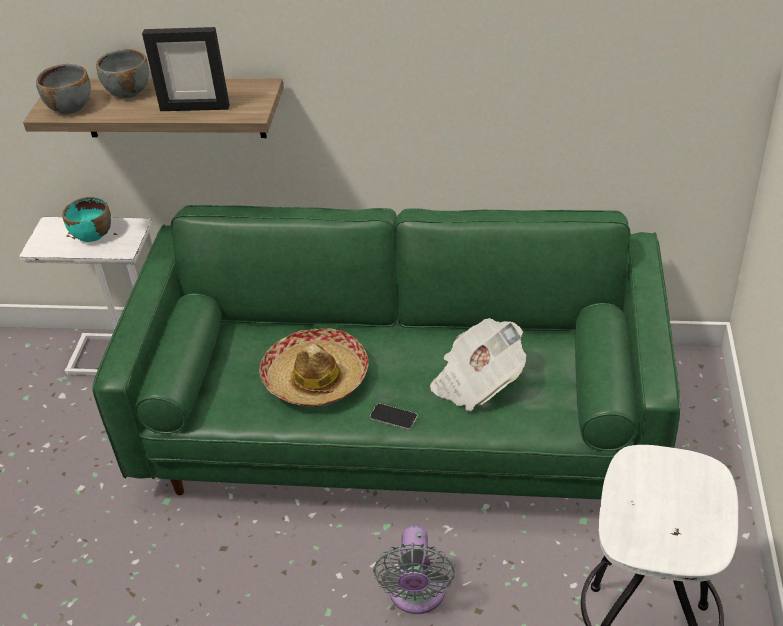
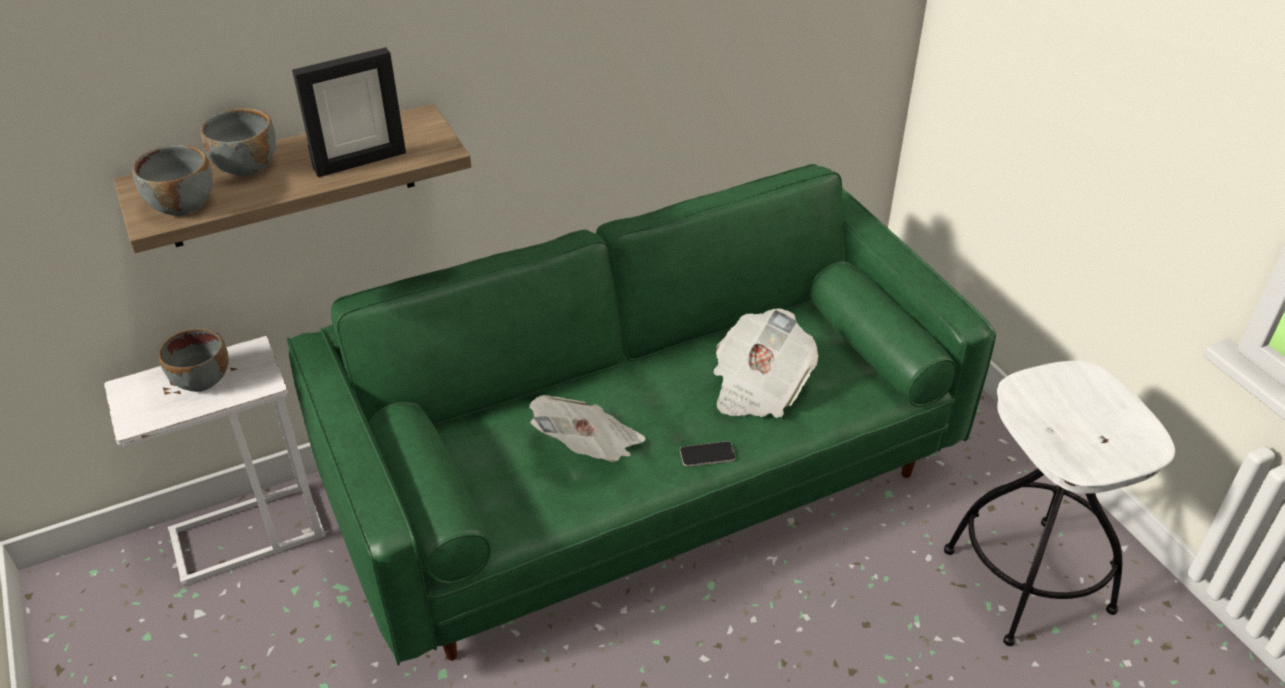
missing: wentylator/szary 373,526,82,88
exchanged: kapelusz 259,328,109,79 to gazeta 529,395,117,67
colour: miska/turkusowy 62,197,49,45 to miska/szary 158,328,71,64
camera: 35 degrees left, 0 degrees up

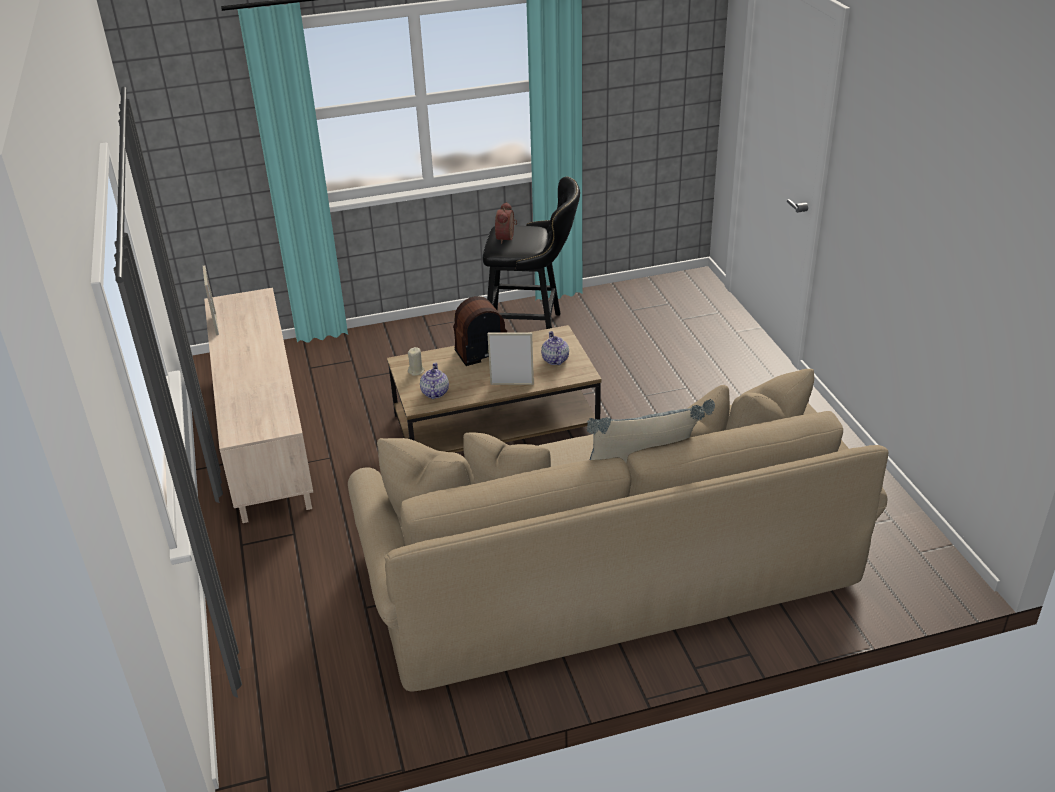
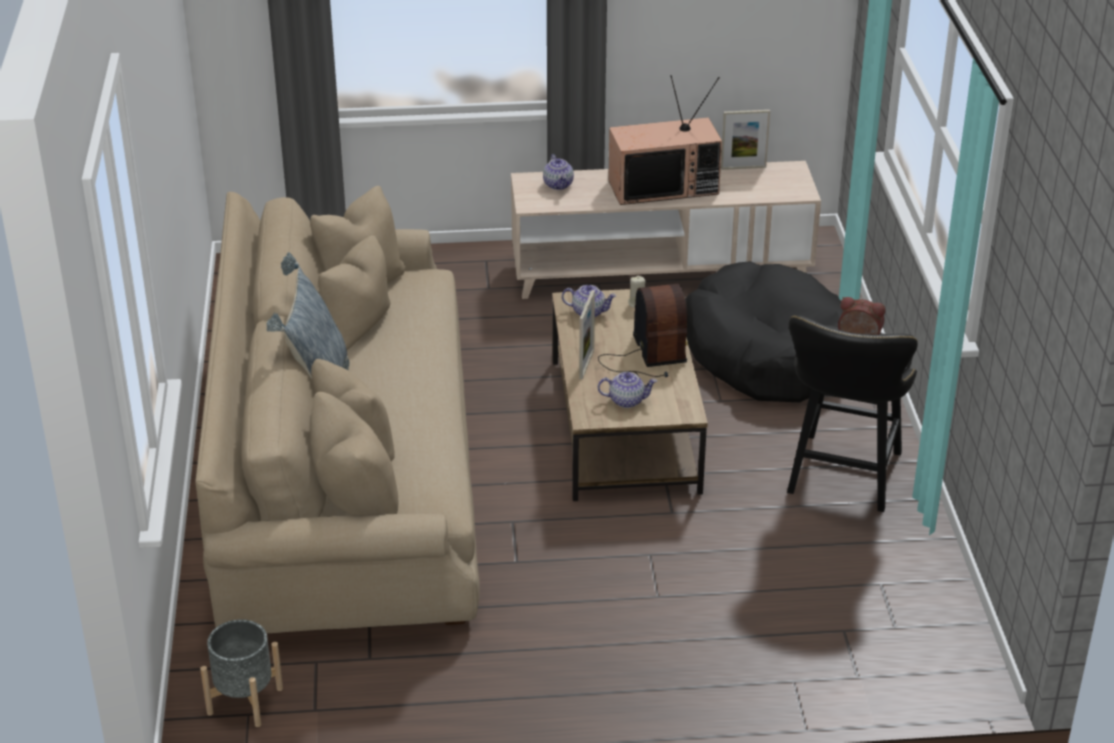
appeared: donica/szary 200,620,83,107; imbryk 543,154,31,36; telewizor 608,75,114,130; legowisko/czarny 686,261,157,141
camera: 100 degrees right, 0 degrees up

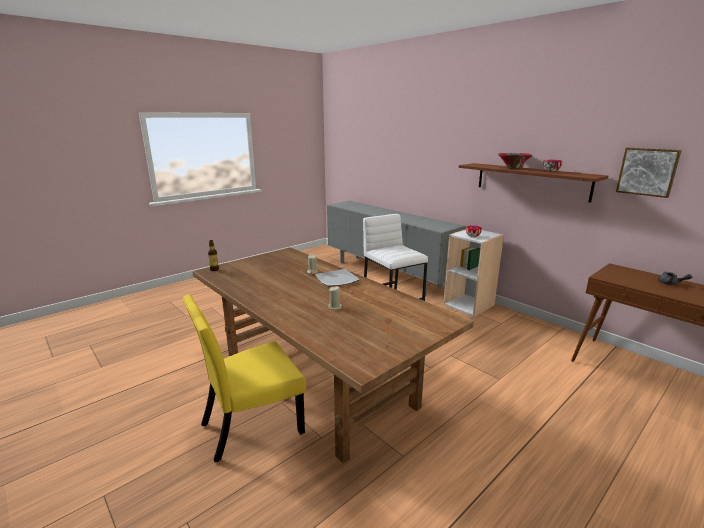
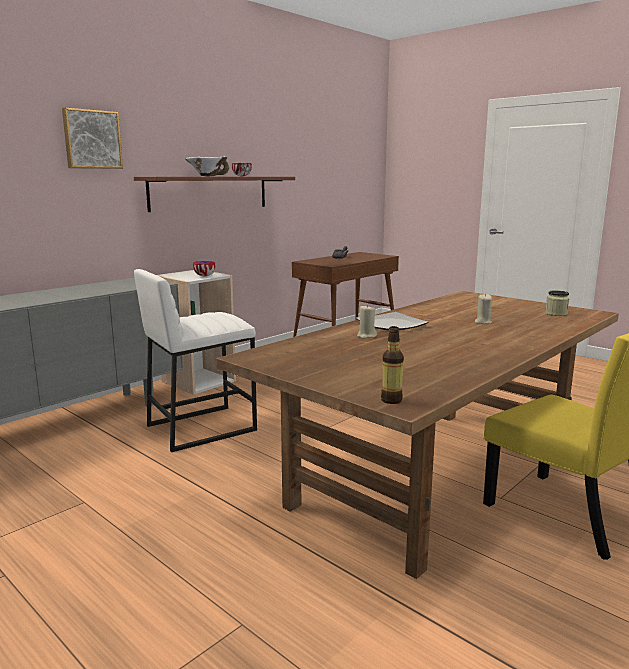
appeared: słoik 545,290,24,26
relocated: obraz 616,148,66,50 to 62,107,61,62
colour: miska/czerwony 498,153,34,16 to miska/biały 185,156,44,20
camera: 95 degrees left, 5 degrees down

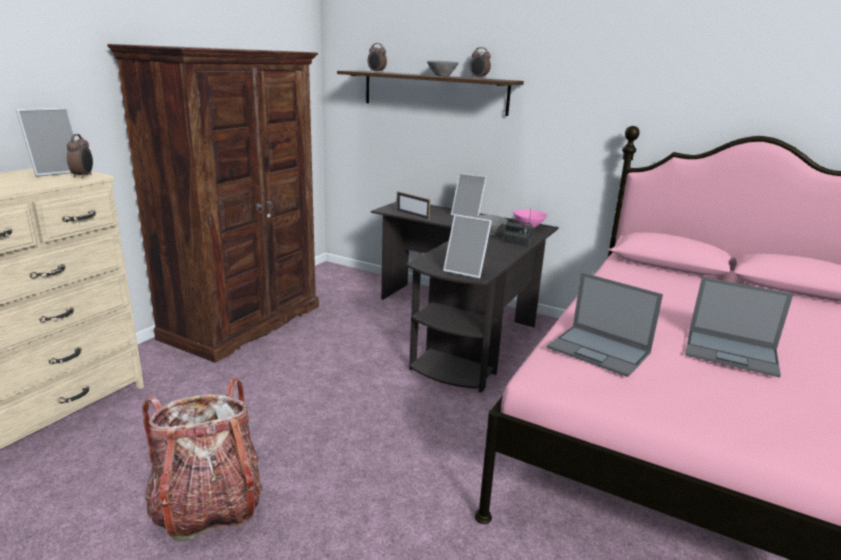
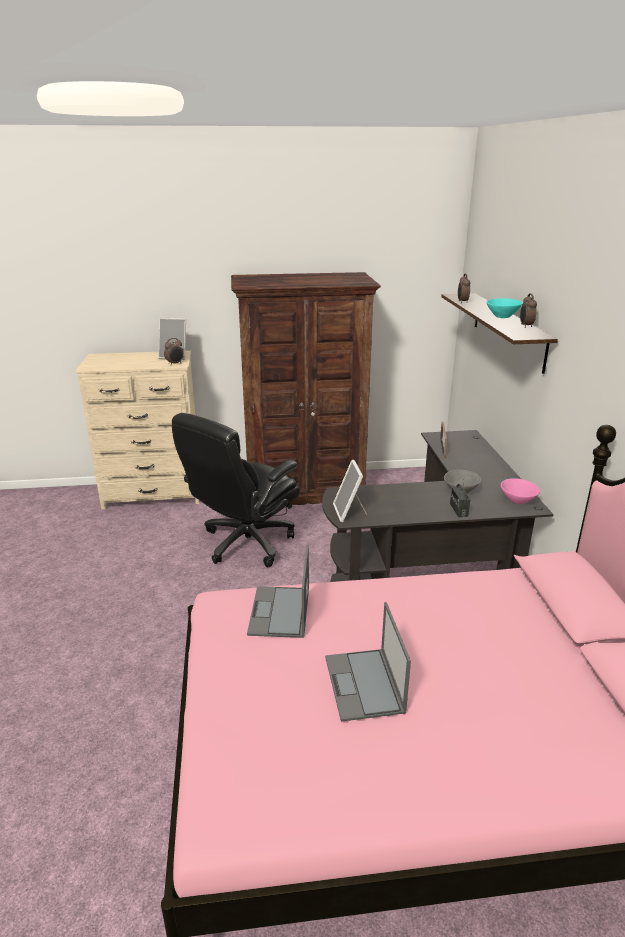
missing: plecak 142,378,121,164; ramka na zdjęcie 451,173,36,44
appeared: krzesło biurowe/czarny 172,413,128,154
colour: miska/szary 427,61,32,15 to miska/turkusowy 486,298,37,20
camera: 55 degrees right, 5 degrees up

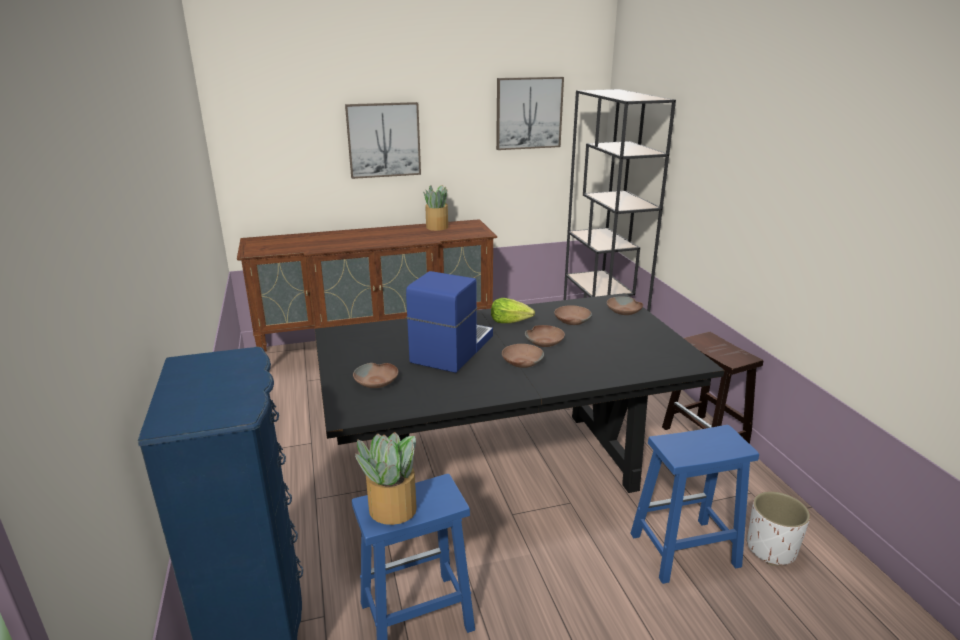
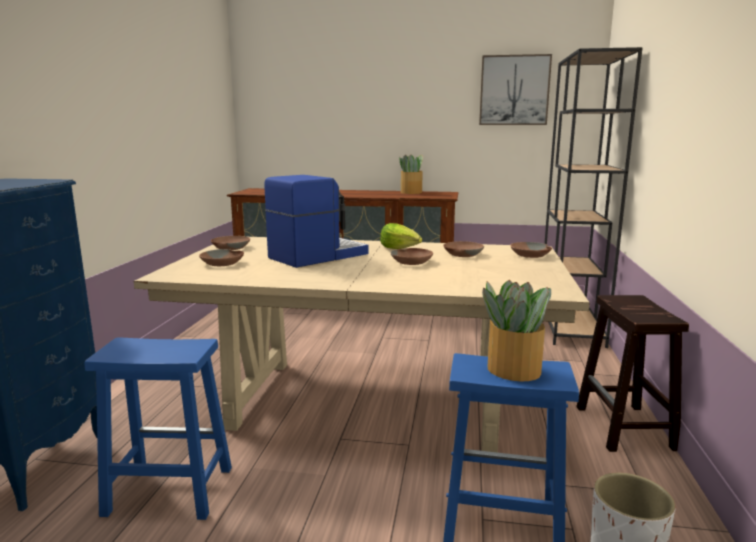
missing: obraz 345,102,76,77
relocated: roślina doniczkowa 355,432,62,93 to 482,280,69,101; miska/brązowy 502,344,42,24 to 211,236,39,14
colour: stół jadalny/czarny 315,293,410,200 to stół jadalny/beżowy 134,237,456,216
camera: 25 degrees right, 10 degrees down

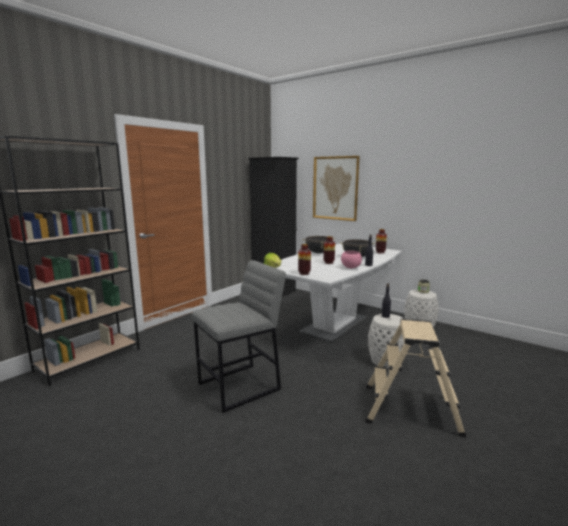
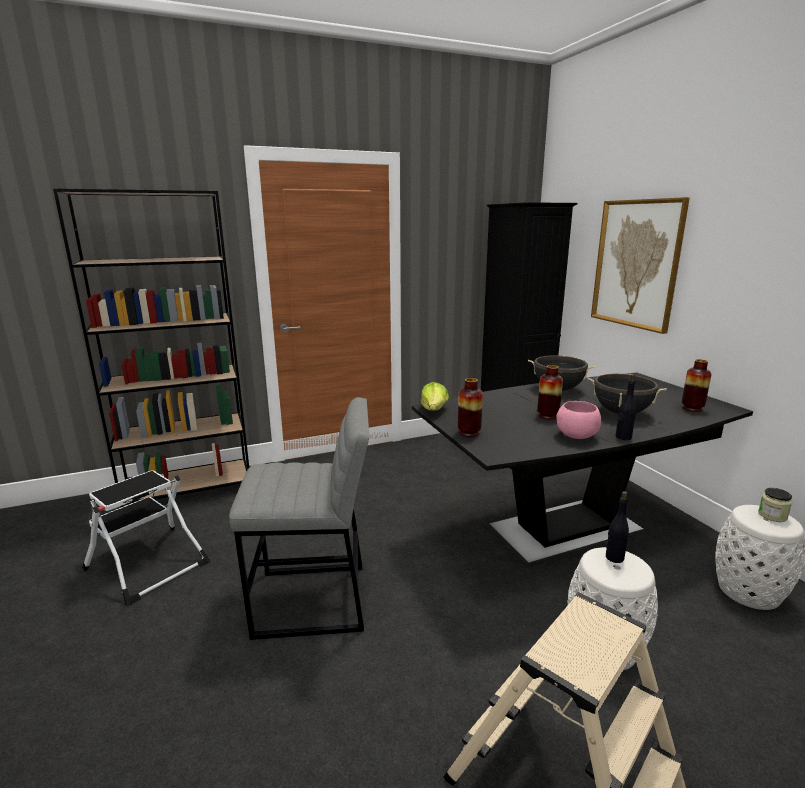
appeared: drabinka 82,470,128,136
colour: stół jadalny/biały 276,243,126,100 to stół jadalny/czarny 412,373,341,193
camera: 30 degrees right, 5 degrees up

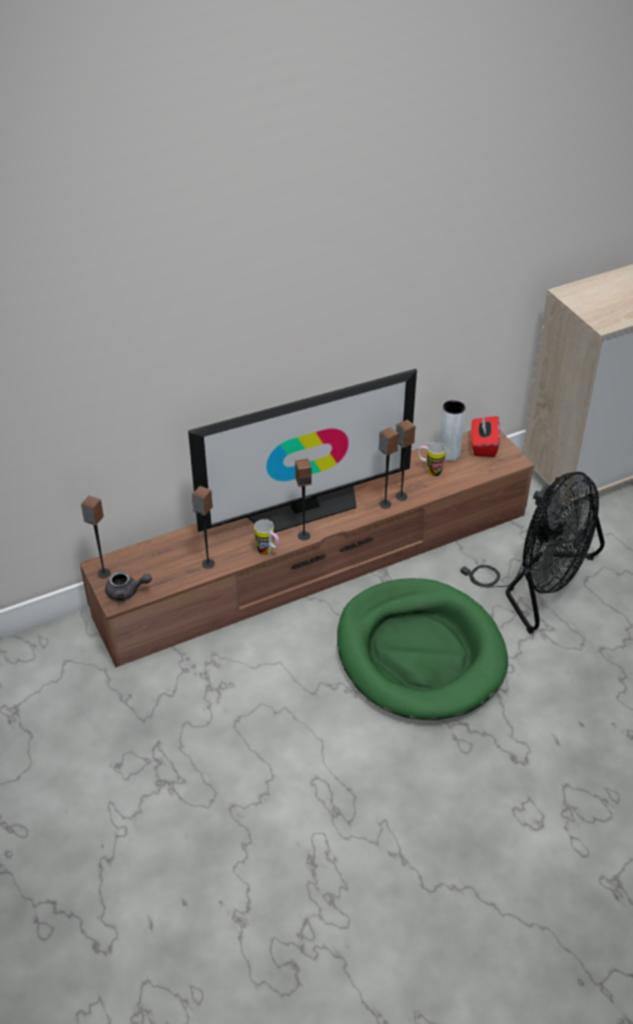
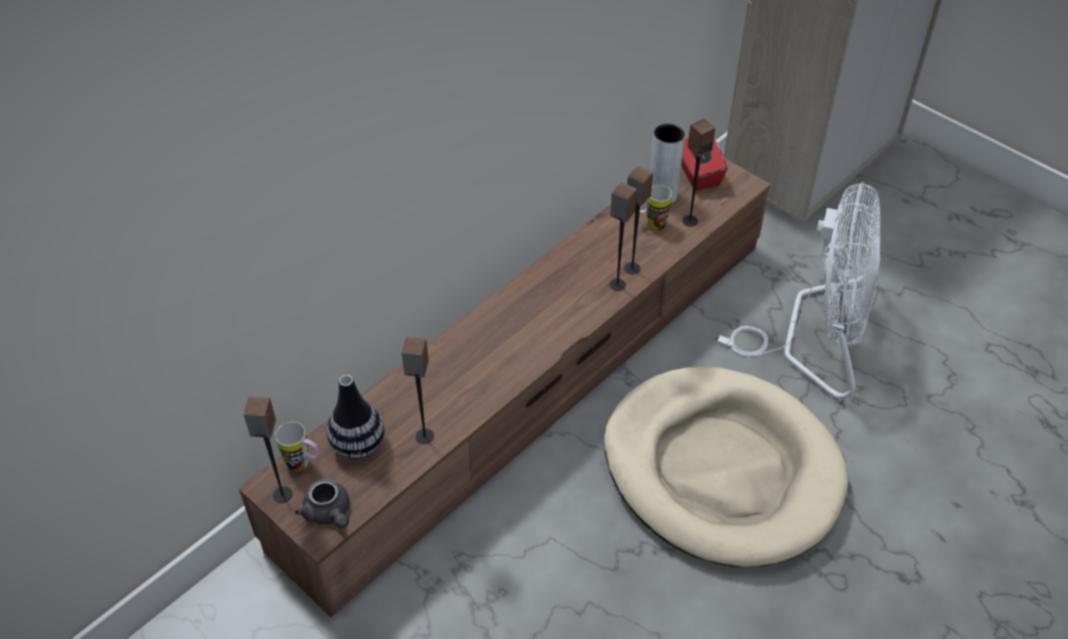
missing: telewizor 188,369,229,164
appeared: wazon 327,375,58,84
relocated: kubek 254,519,25,36 to 275,422,45,50; głośnik 295,458,17,82 to 682,119,33,108
colour: legowisko/zielony 337,578,171,142 to legowisko/beżowy 604,366,244,201; wentylator/czarny 460,472,145,162 to wentylator/biały 715,182,166,221
spun: imbryk/szary 105,571,47,30 = 295,479,55,49 75 degrees clockwise
camera: 20 degrees left, 5 degrees up

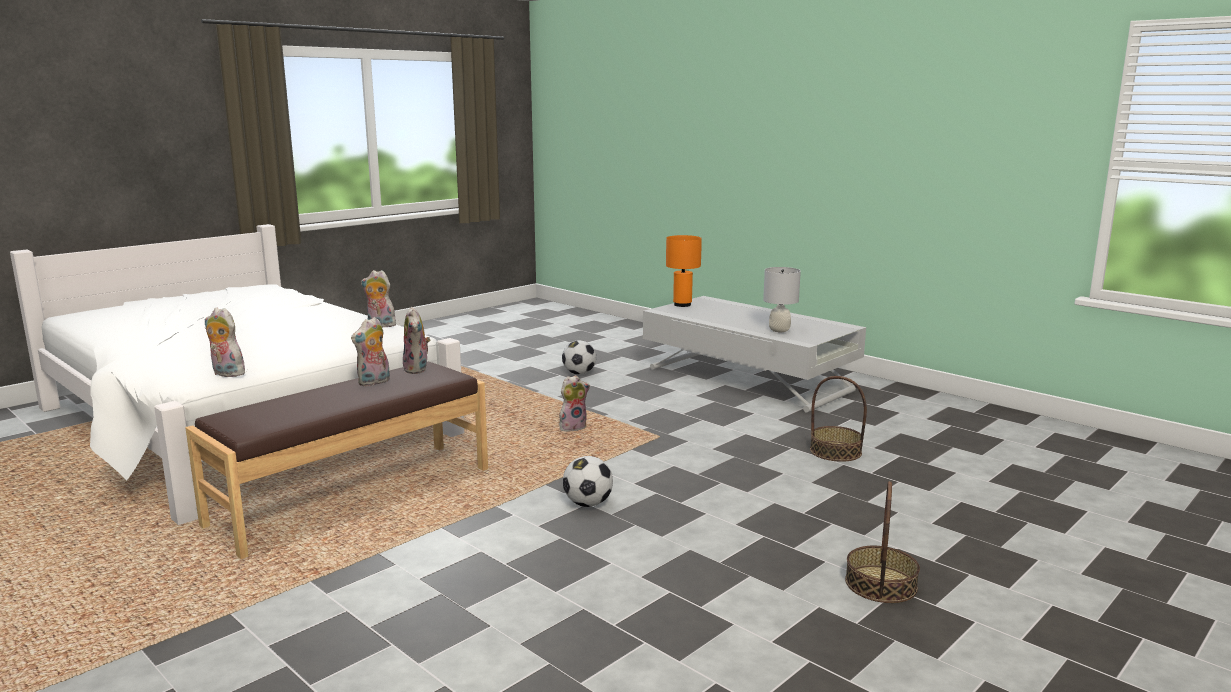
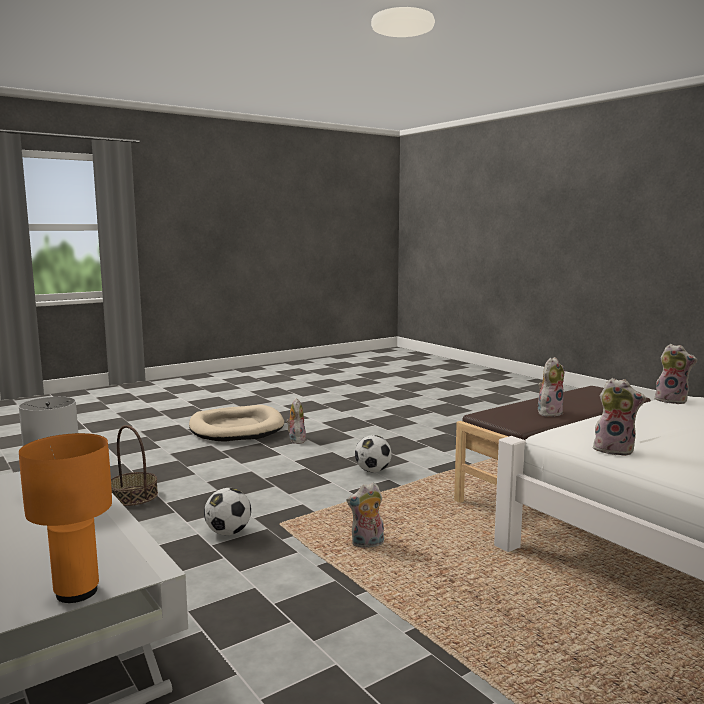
relocated: pluszak 403,307,27,67 to 286,398,20,46; piłka futbolowa 562,340,34,35 to 204,488,47,47
exchanged: koszyk 845,481,75,122 to legowisko/beżowy 189,405,95,37
camera: 170 degrees left, 5 degrees down

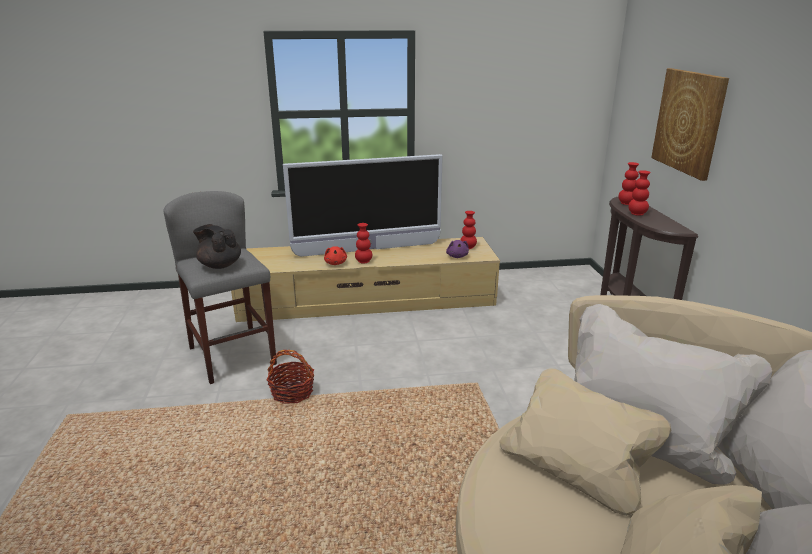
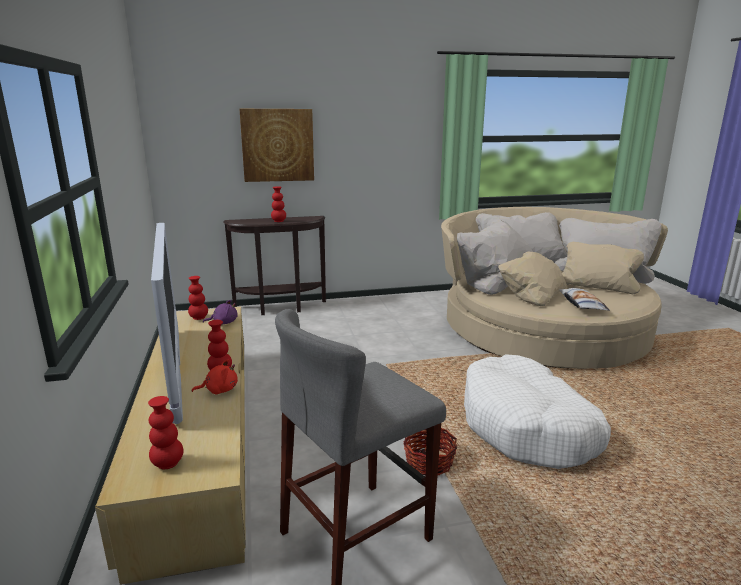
missing: imbryk/czarny 193,224,48,45
appeared: legowisko/biały 464,354,147,115; poduszka 559,288,51,23
relocated: wazon/czerwony 618,162,21,43 to 148,396,35,73
camera: 95 degrees left, 5 degrees down

